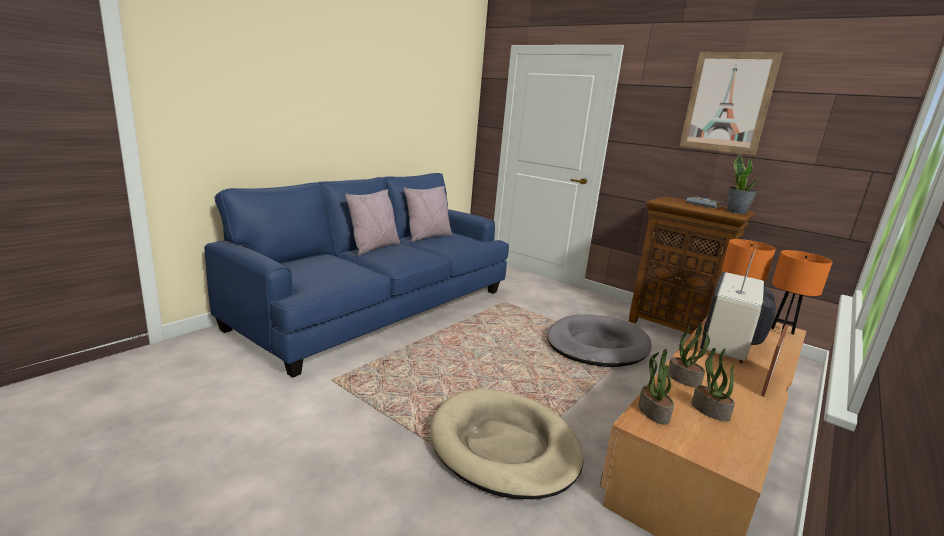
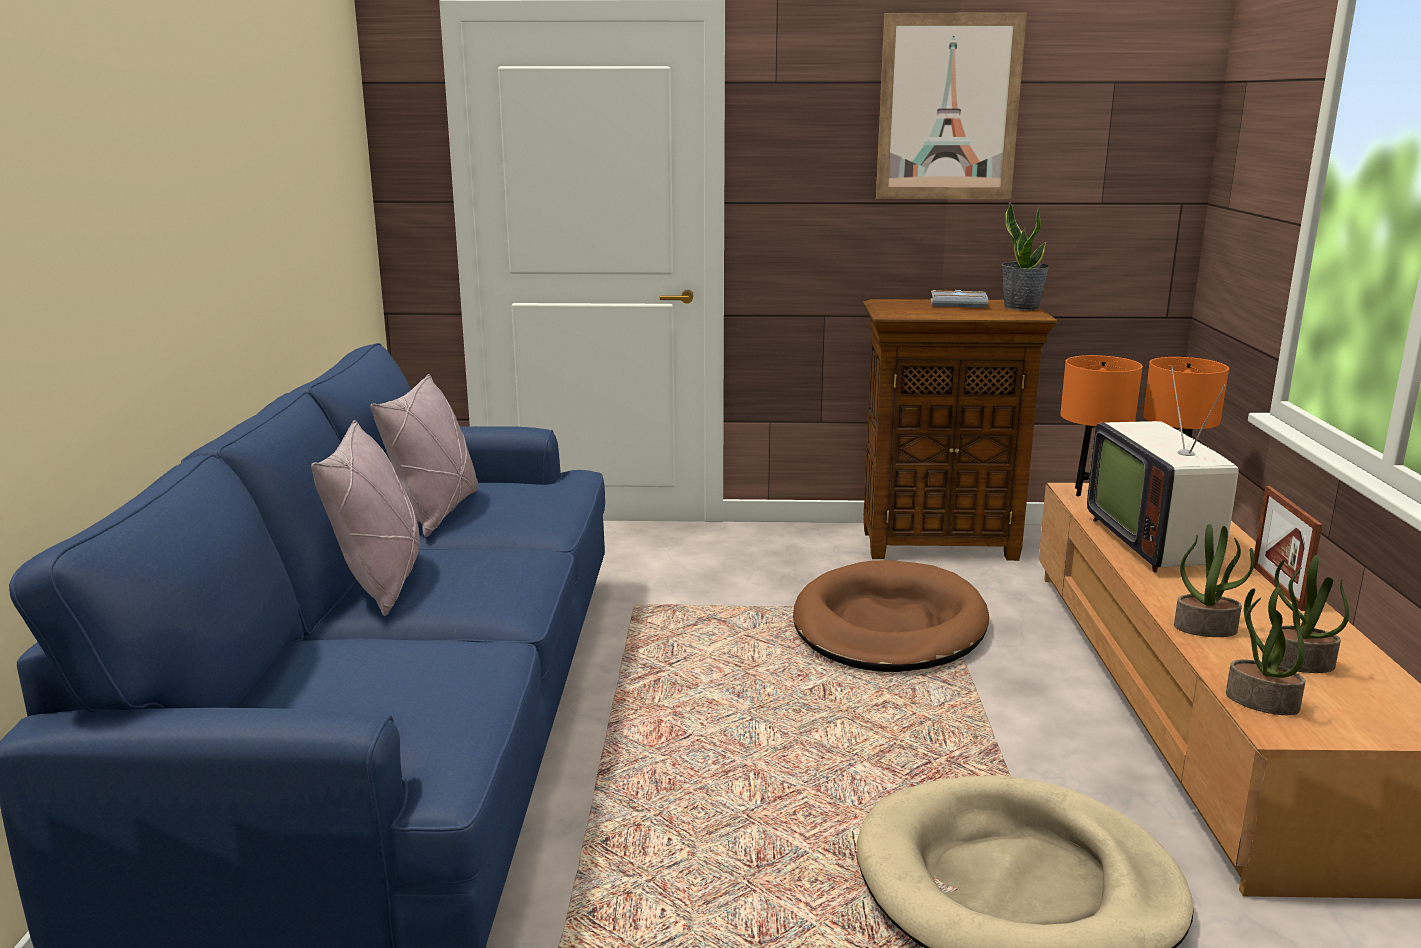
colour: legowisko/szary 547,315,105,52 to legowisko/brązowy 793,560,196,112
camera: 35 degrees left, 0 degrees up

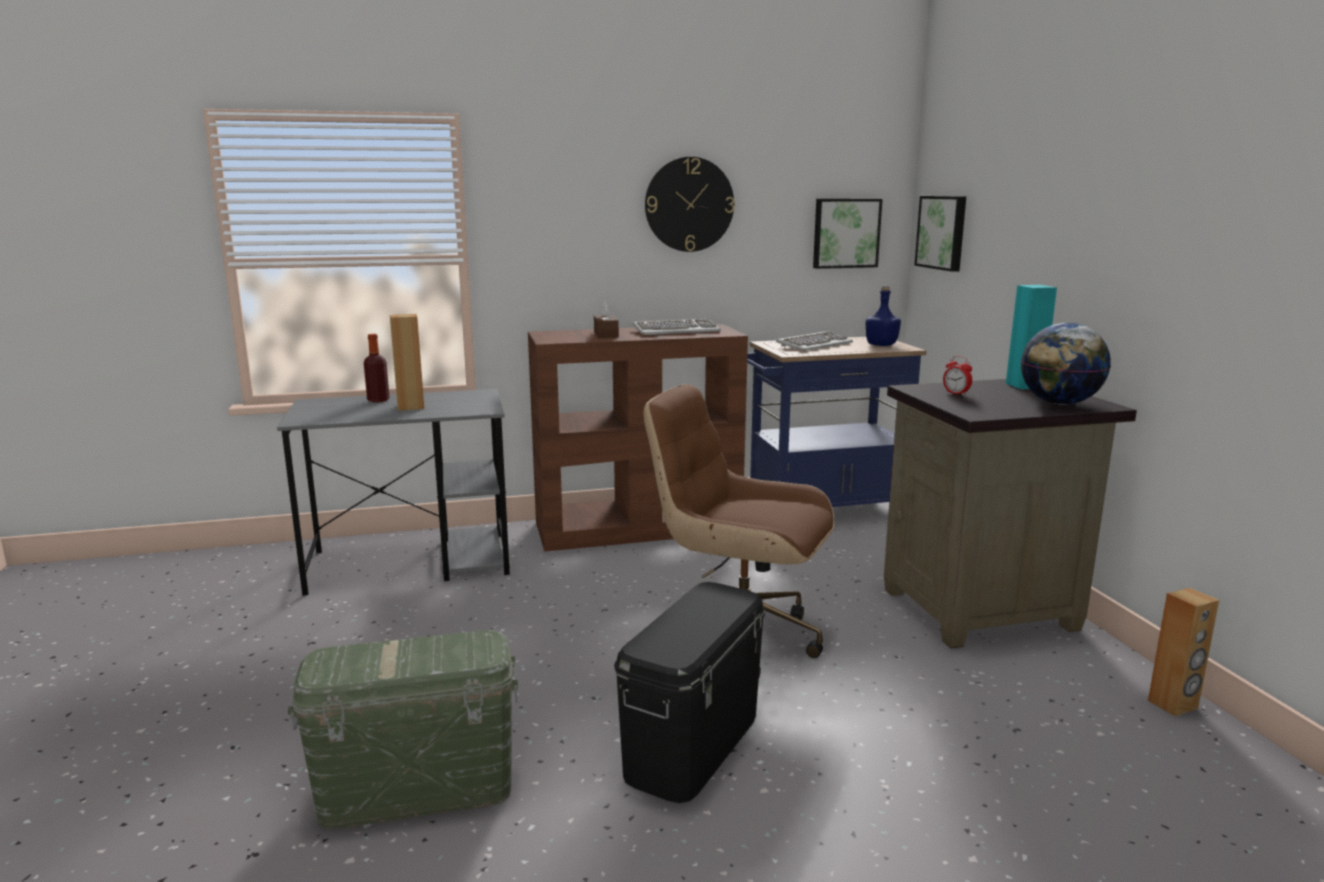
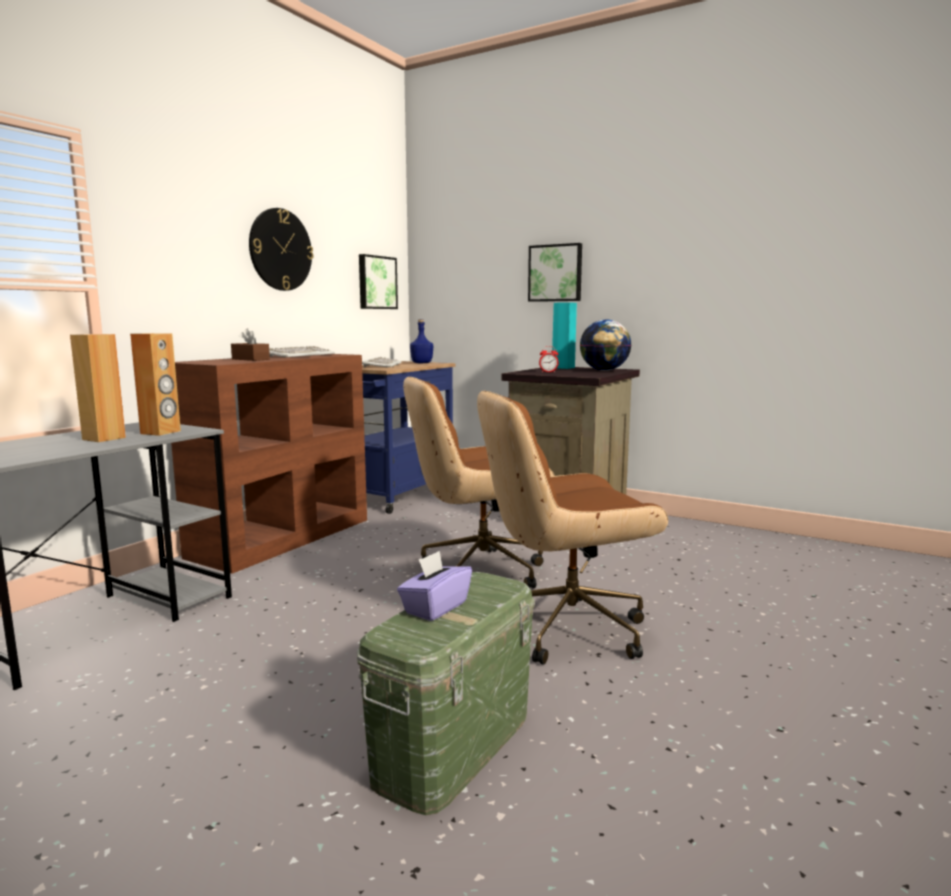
missing: butelka 364,334,26,68
appeared: pudełko chusteczek/fioletowy 397,551,75,70
relocated: obraz 914,196,52,76 to 528,243,54,59; głośnik/brązowy 1148,588,71,129 to 130,333,51,103
exchanged: pojemnik do przechowywania/czarny 614,582,151,221 to krzesło biurowe/brązowy 477,390,191,275
camera: 45 degrees left, 5 degrees down

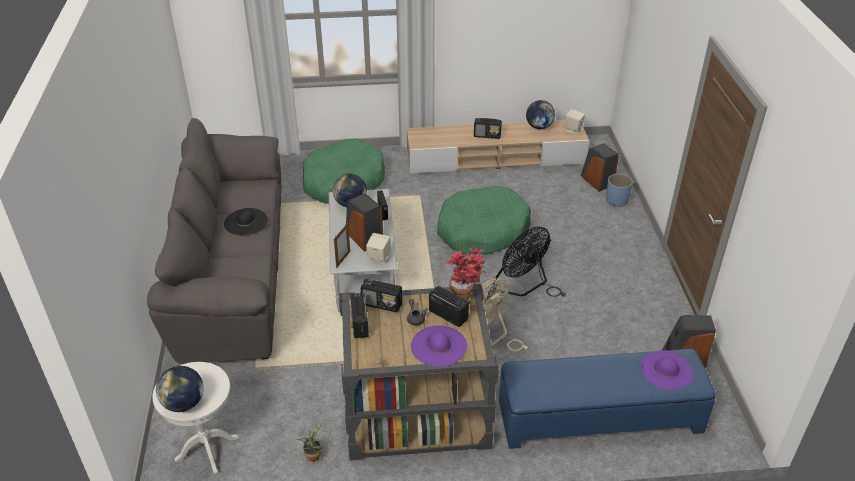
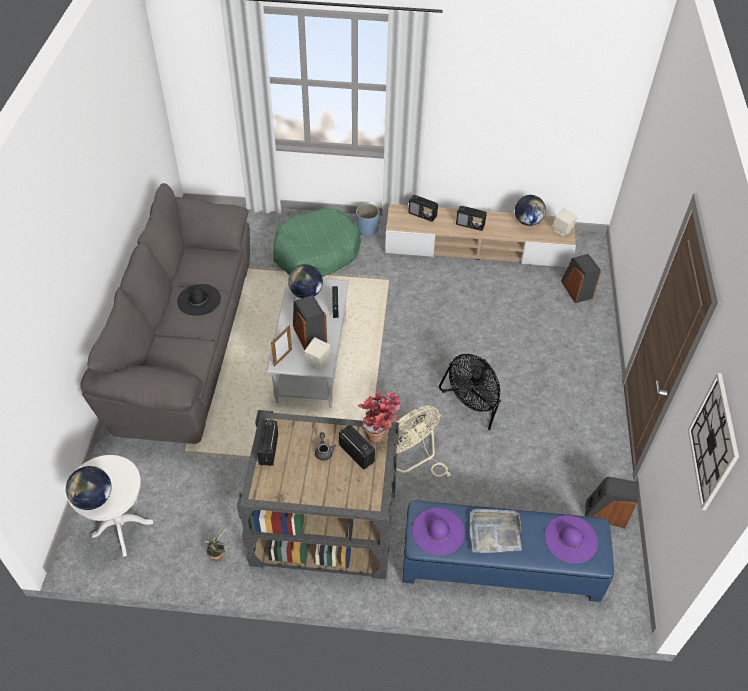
missing: legowisko/zielony 437,186,94,69
appeared: taca/szary 470,509,52,44; zegar ścienny 688,373,51,137
relocated: radio 361,279,41,33 to 408,195,30,27; kapelusz/fioletowy 411,326,56,41 to 412,508,53,47; donica/niebieski 606,174,27,33 to 356,204,23,33
spun: wentylator/czarny 493,227,73,70 = 439,354,62,76 105 degrees counterclockwise
camera: 10 degrees right, 10 degrees up

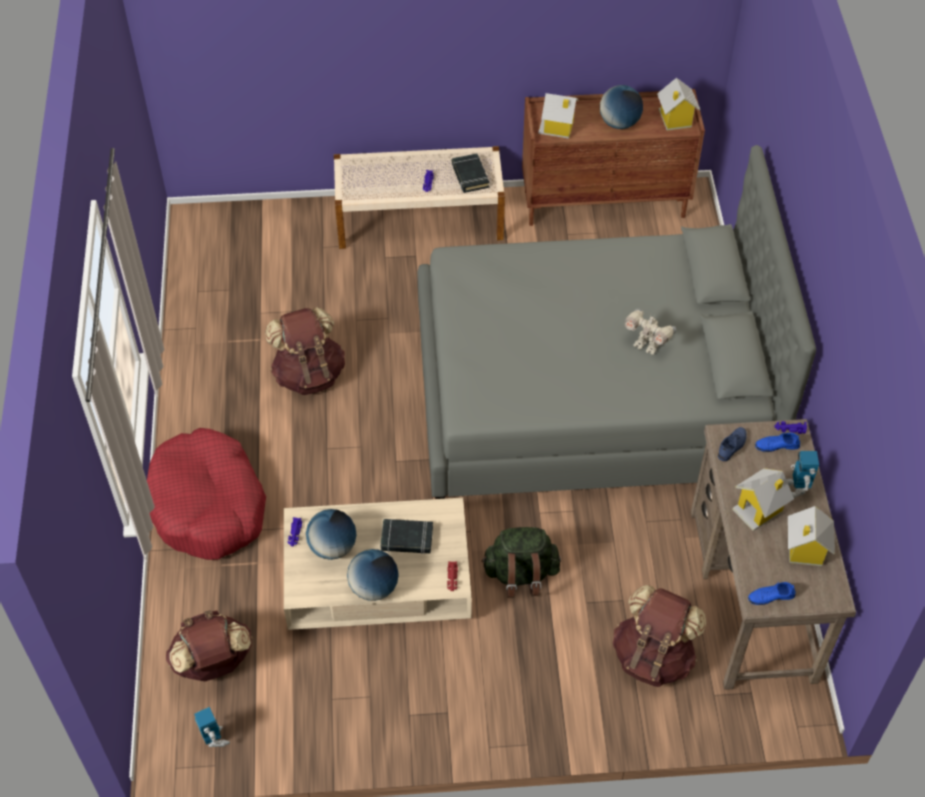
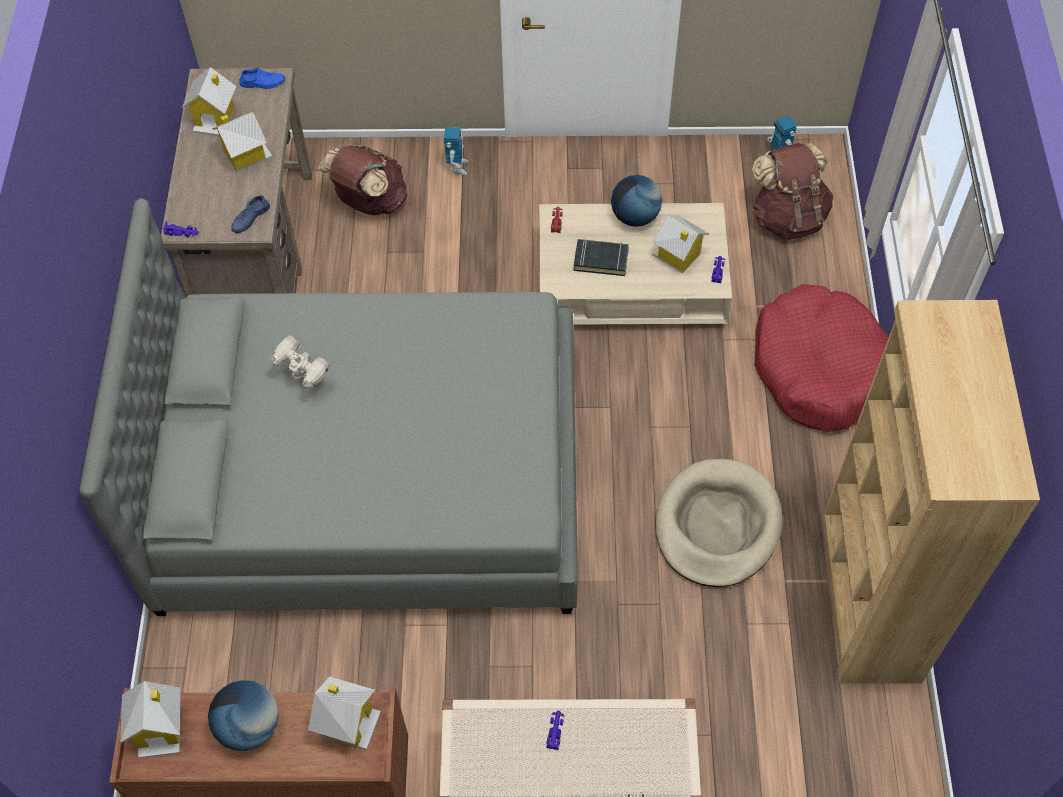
missing: książka/czarny 452,153,37,40; plecak/zielony 481,527,80,71; but/niebieski 755,432,45,20
appeared: regał/brązowy 823,300,217,384
relocated: robot zabawkowy 786,451,33,47 to 444,127,25,48
exchanged: plecak/brązowy 265,307,80,88 to legowisko/beżowy 655,459,128,128; globus 306,509,50,51 to domek 652,215,57,59
camera: 175 degrees left, 5 degrees up

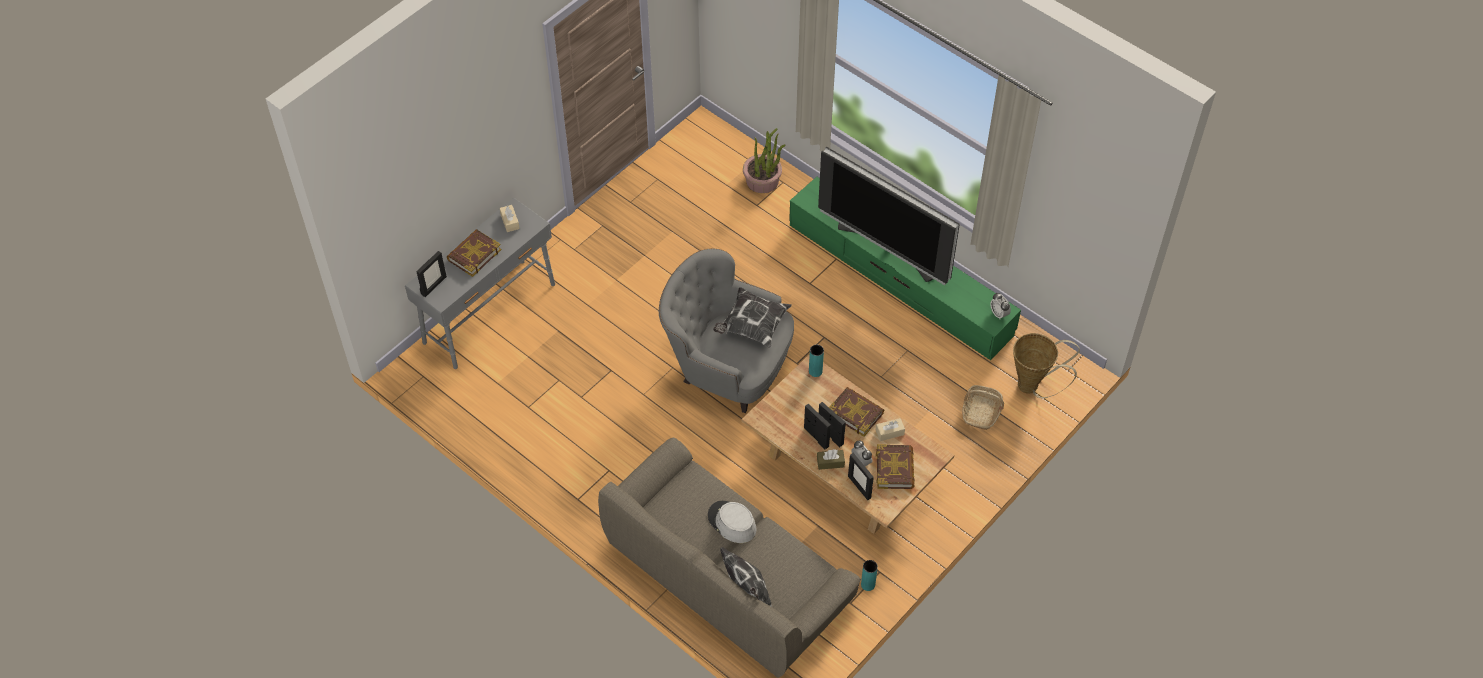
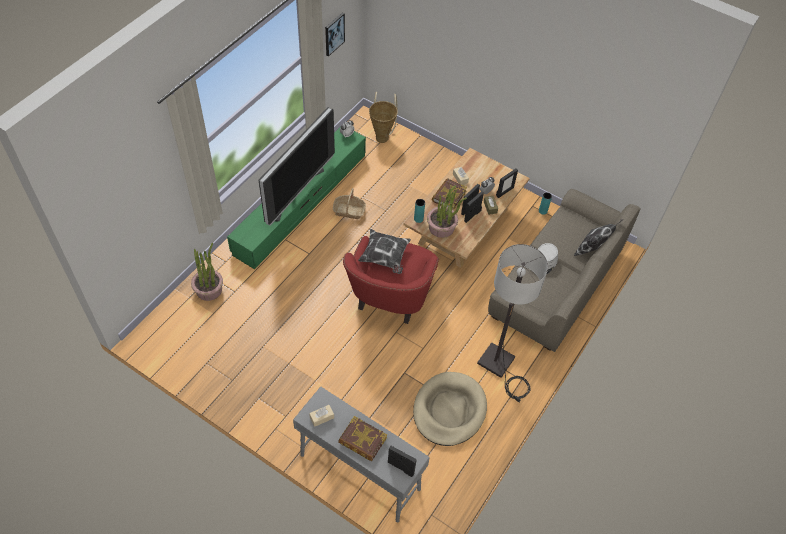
missing: książka 876,444,39,45
appeared: obraz 325,12,20,44; legowisko/beżowy 413,372,74,74; roślina doniczkowa 427,185,40,53; lampa stojąca 477,244,71,158
relocated: koszyk 962,385,42,45 to 333,188,33,31
colour: fotel/szary 659,249,135,164 to fotel/czerwony 343,236,96,88
camera: 100 degrees left, 0 degrees up

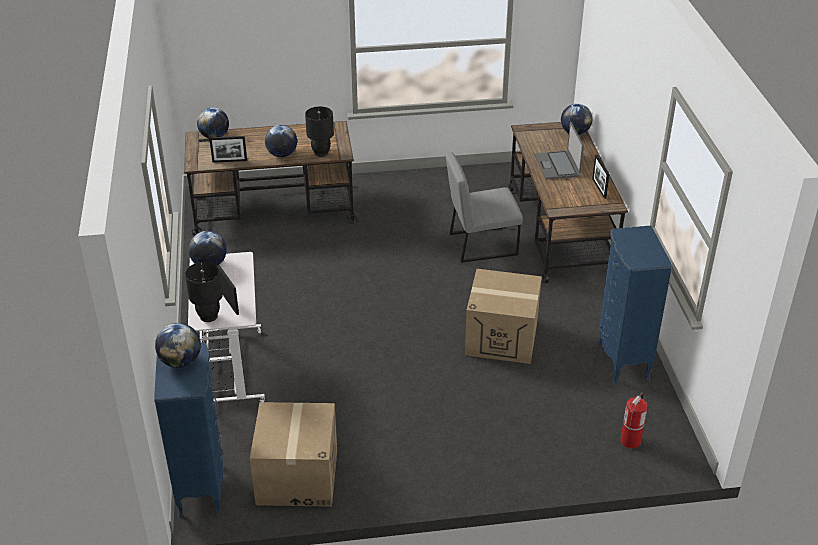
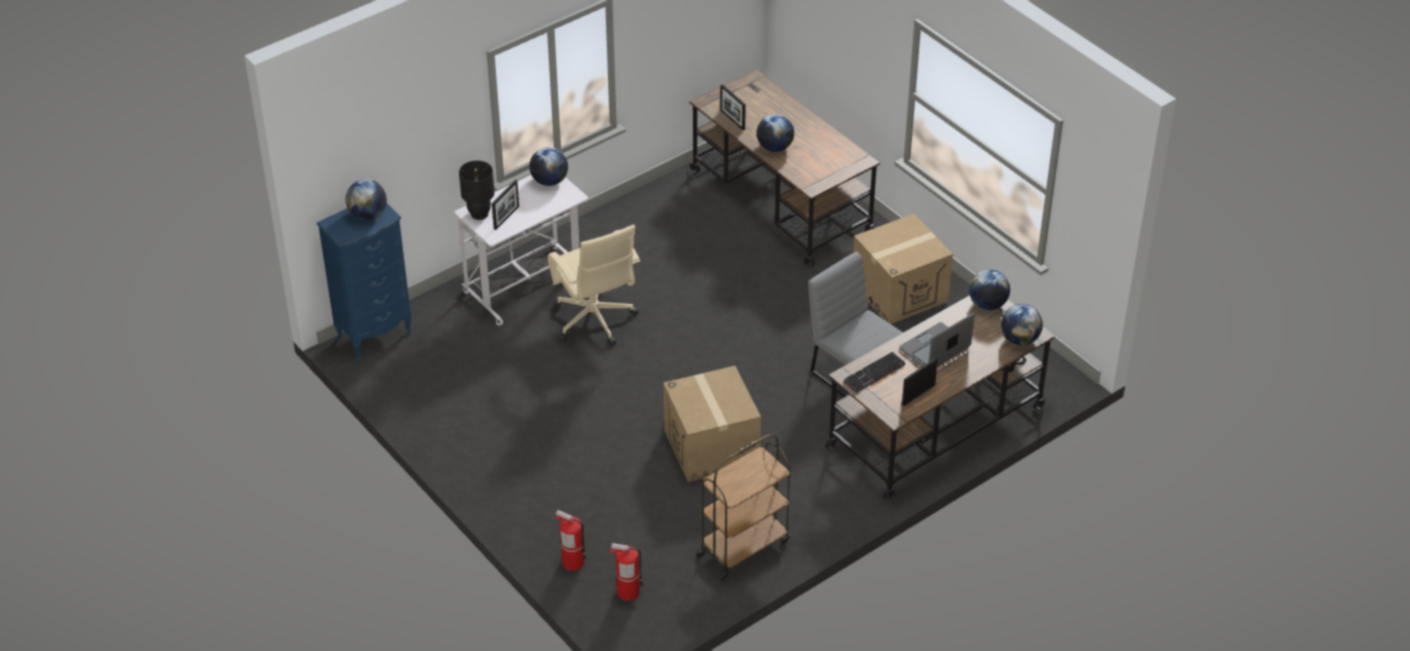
missing: lampa stołowa/czarny 305,106,29,51
appeared: krzesło biurowe/beżowy 548,224,93,122; gaśnica 555,510,32,61; klawiatura 844,352,61,41
relocated: globus 197,107,32,31 to 969,269,41,41; karton 250,402,87,105 to 853,214,100,110
exchanged: komoda/niebieski 598,226,75,158 to wózek/brązowy 696,434,94,148
camera: 60 degrees right, 5 degrees up

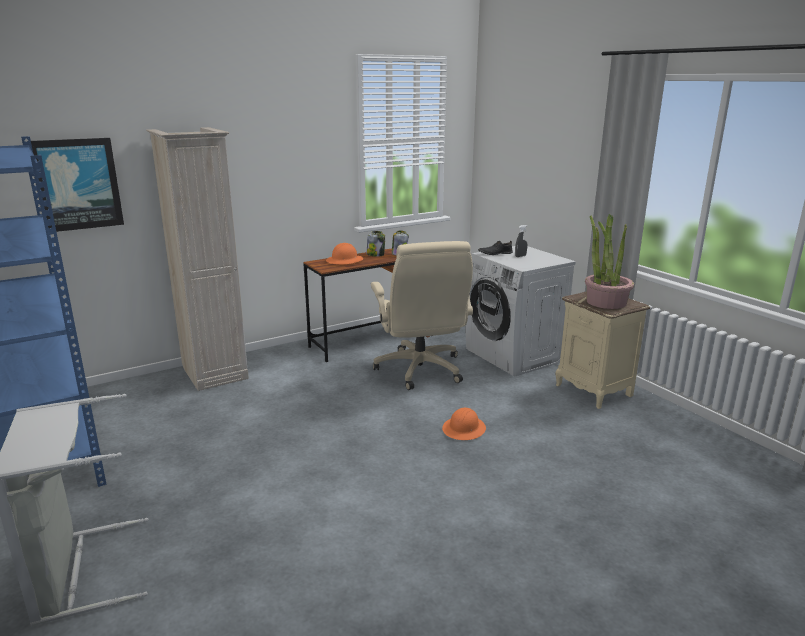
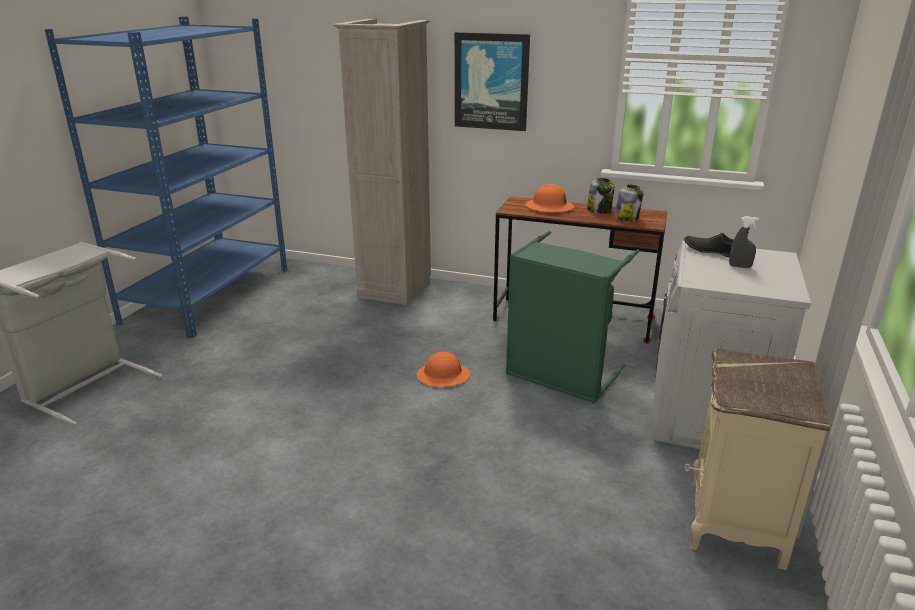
missing: roślina doniczkowa 585,214,49,95
relocated: obraz 27,138,97,94 to 455,32,75,99; kask/pomarańczowy 442,407,44,33 to 416,352,54,35
exchanged: krzesło biurowe/beżowy 371,241,102,149 to kosz na pranie/zielony 506,231,133,173
camera: 50 degrees right, 5 degrees up

